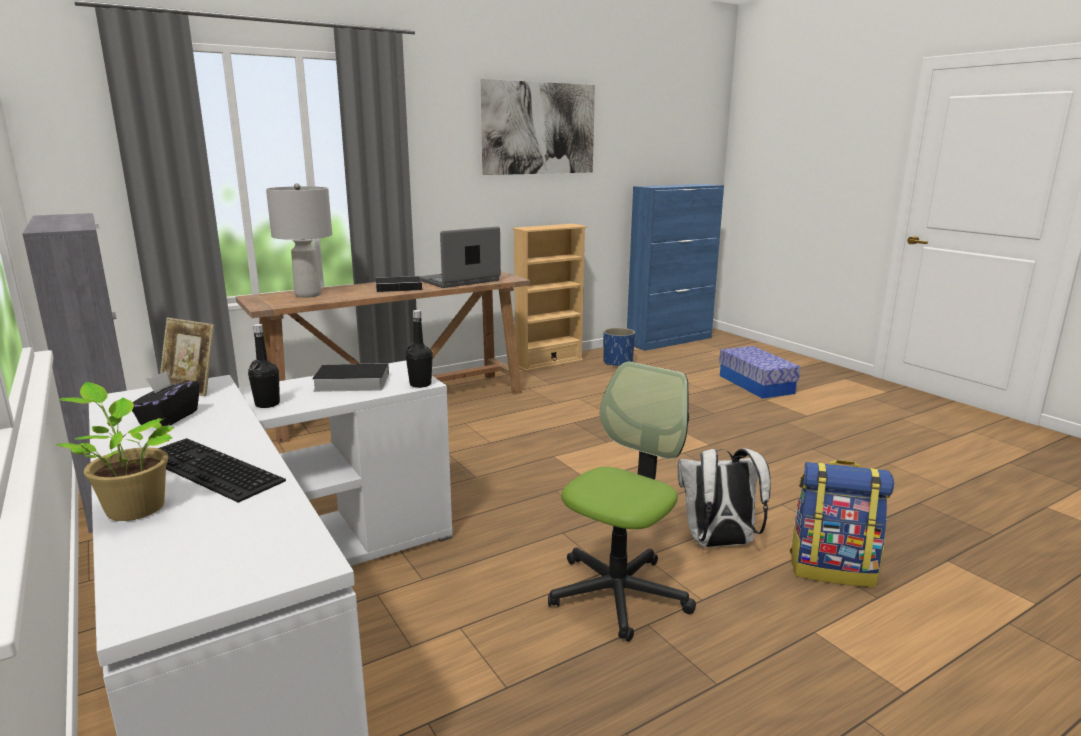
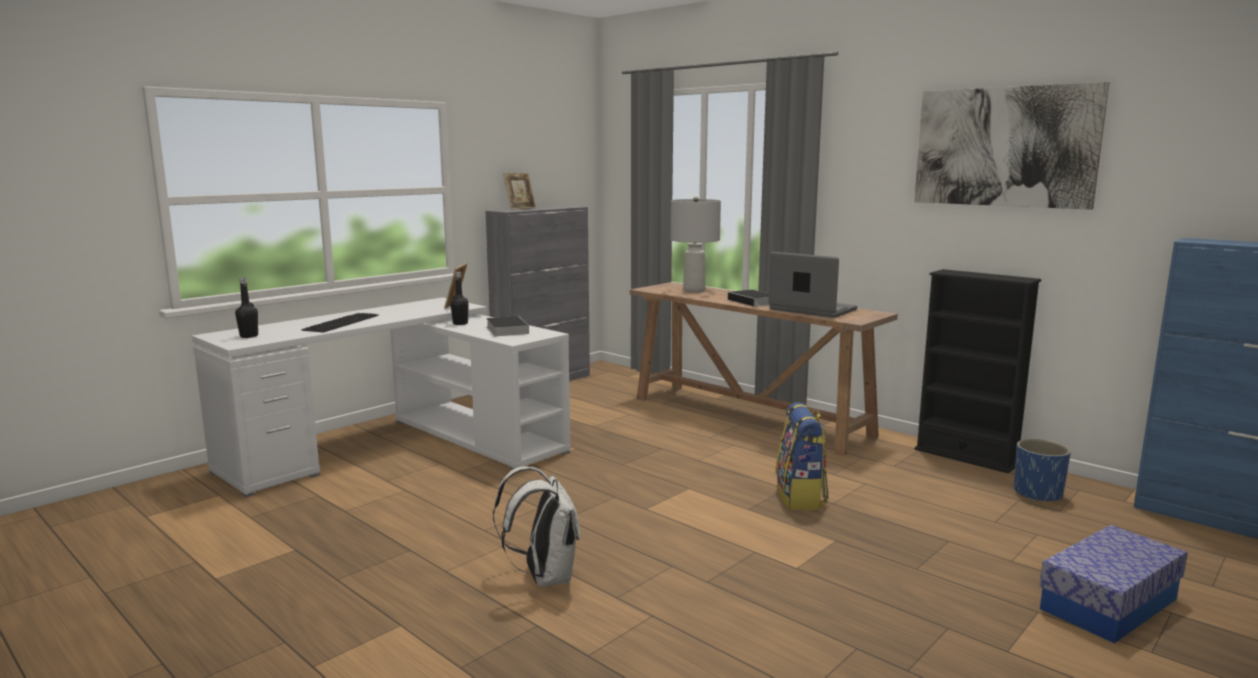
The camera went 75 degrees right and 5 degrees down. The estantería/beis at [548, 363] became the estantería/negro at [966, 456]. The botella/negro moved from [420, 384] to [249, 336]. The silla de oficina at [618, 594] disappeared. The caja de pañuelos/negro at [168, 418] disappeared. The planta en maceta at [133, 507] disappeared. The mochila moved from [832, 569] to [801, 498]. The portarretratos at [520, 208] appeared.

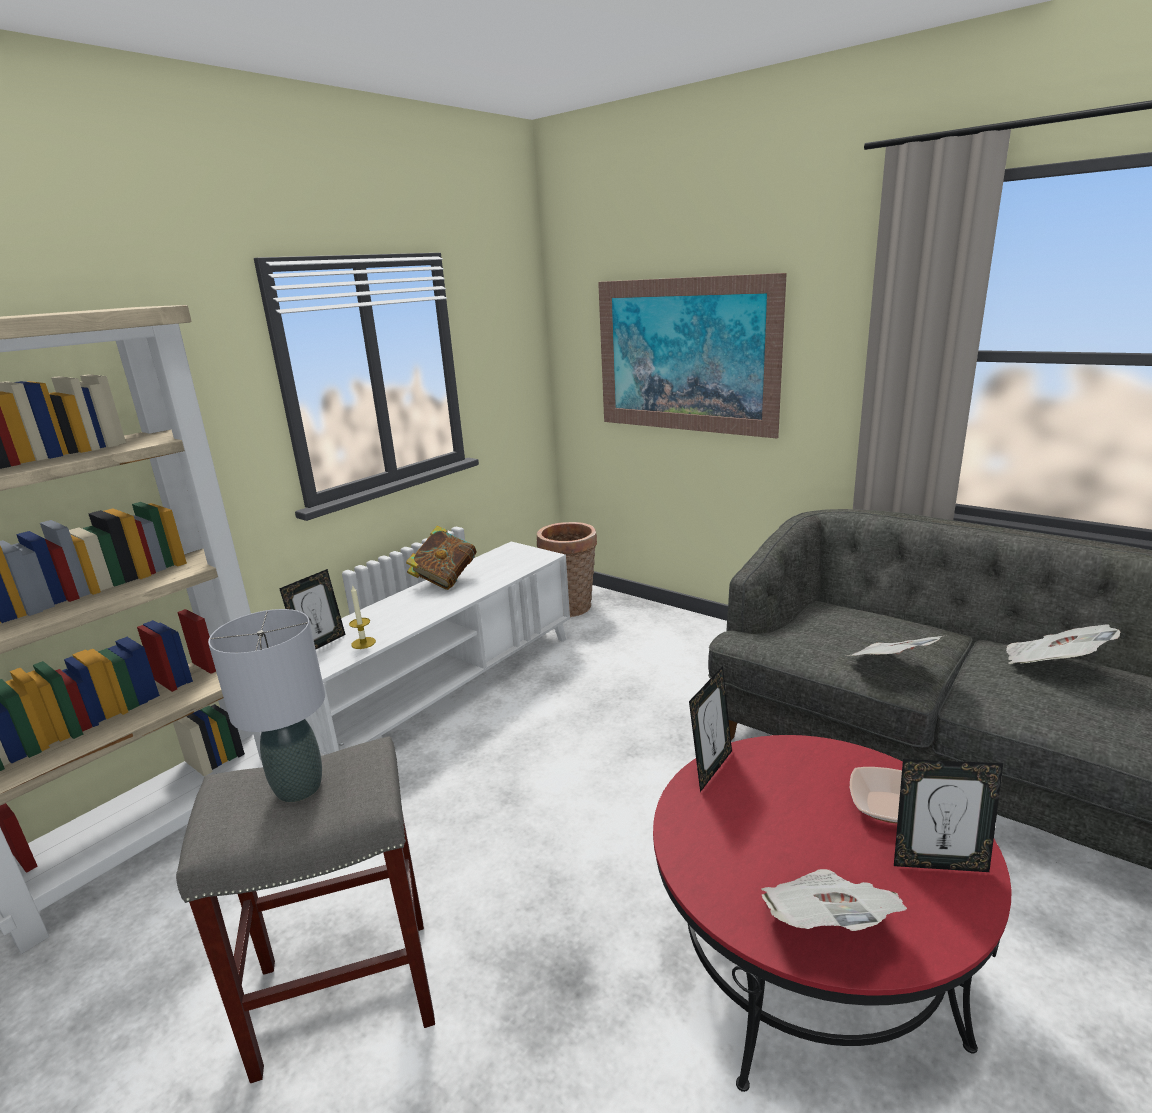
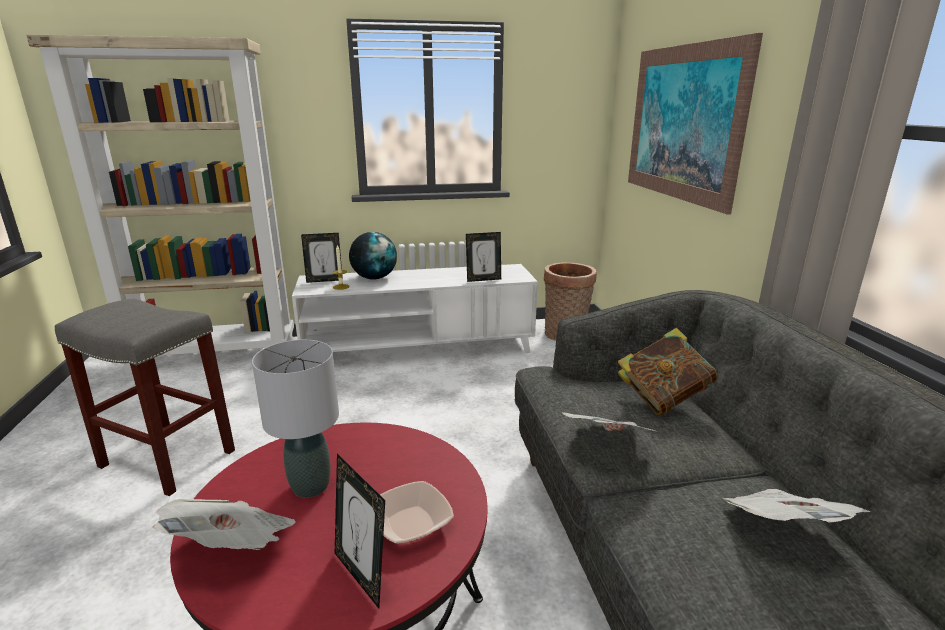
The camera went 40 degrees right and 0 degrees up. The libro moved from [445, 580] to [663, 399]. The lámpara de mesa/gris moved from [299, 788] to [310, 487]. The portarretratos moved from [711, 768] to [483, 279]. The globo terráqueo at [374, 278] appeared.

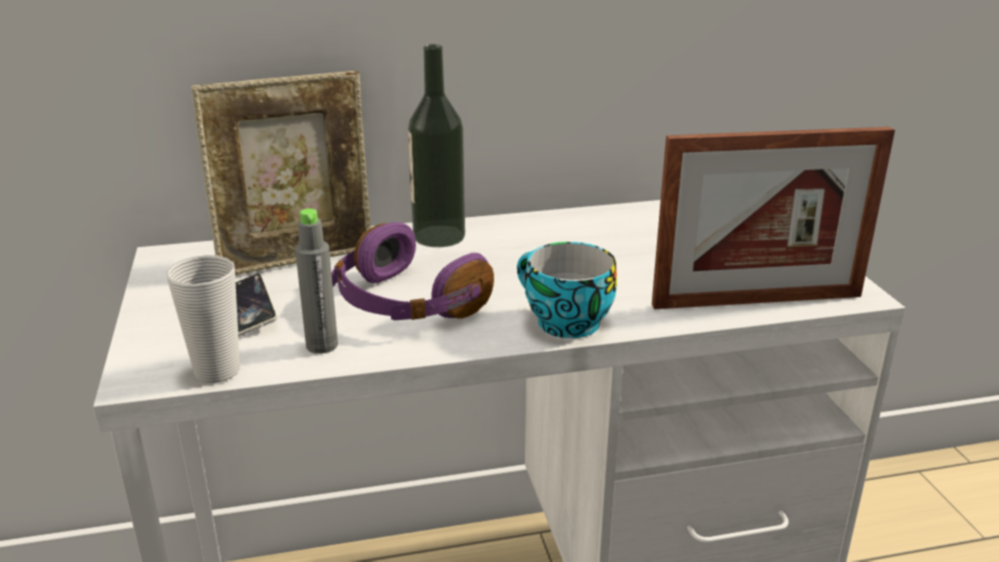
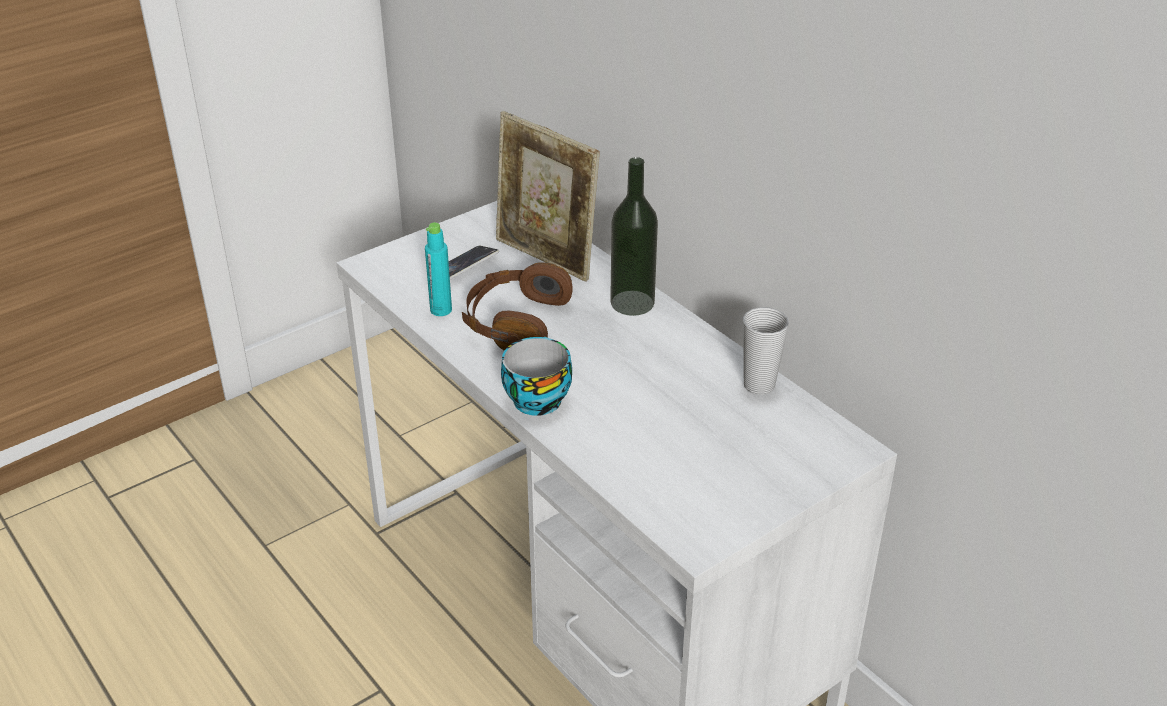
The camera went 65 degrees right and 10 degrees up. The portarretratos at [757, 300] disappeared. The botella/gris at [322, 345] became the botella/turquesa at [441, 310]. The auriculares/morado at [405, 304] became the auriculares/marrón at [515, 323]. The taza moved from [217, 371] to [759, 385].

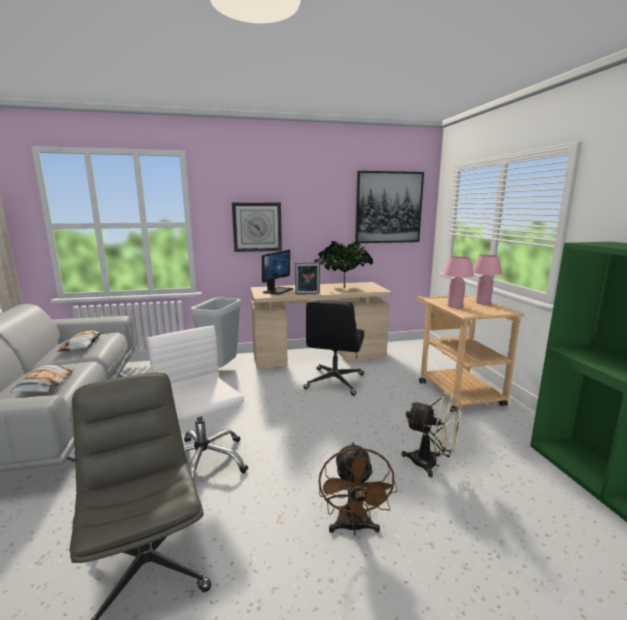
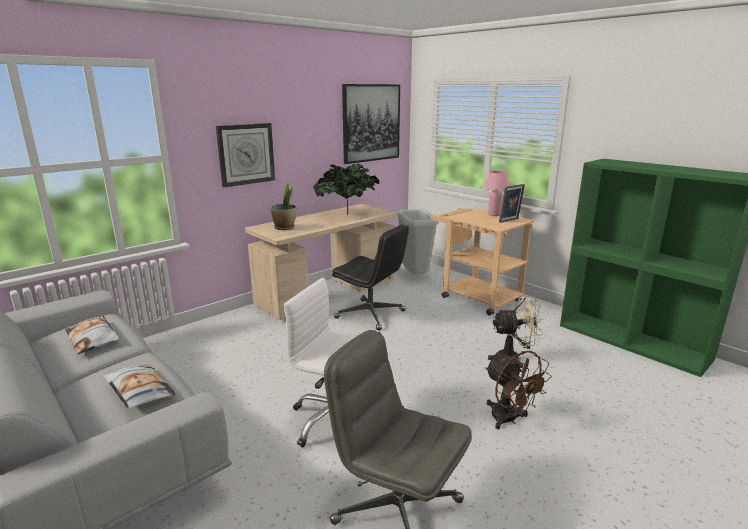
The camera went 30 degrees left and 5 degrees up. The monitor at [277, 290] was replaced by the planta en maceta at [284, 227]. The lámpara de mesa/rosa at [455, 306] disappeared. The portarretratos moved from [307, 294] to [510, 220]. The papelera/gris moved from [221, 371] to [415, 277]. The silla de oficina/negro at [334, 382] turned 45 degrees counterclockwise.

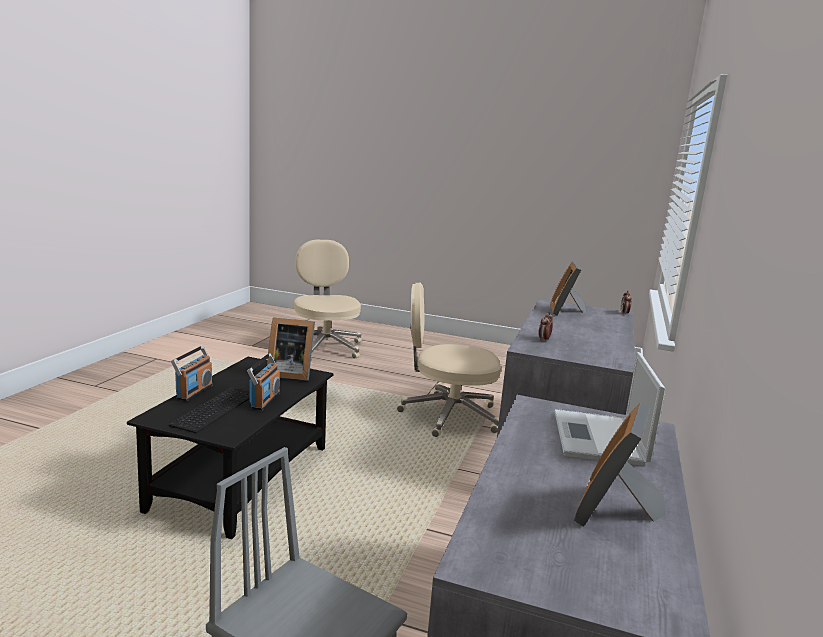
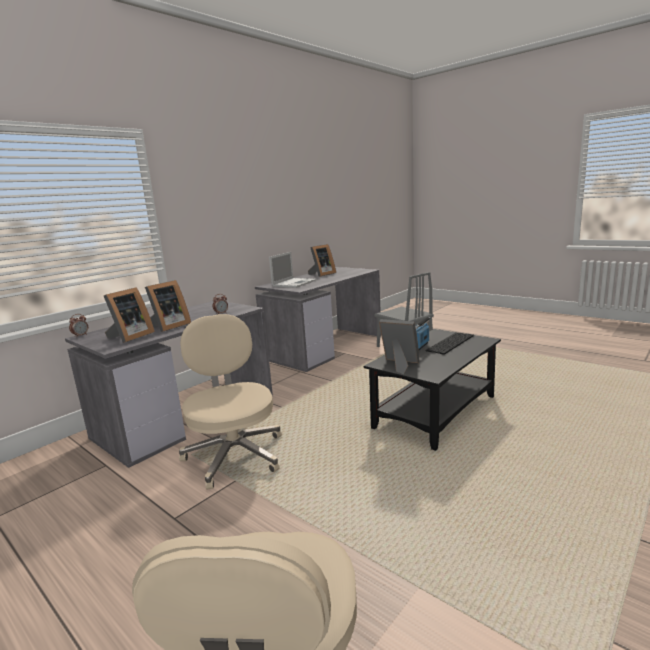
The camera went 155 degrees left and 0 degrees up. The silla de oficina/beis at [447, 415] turned 135 degrees counterclockwise. The radio at [194, 392] disappeared. The portarretratos at [168, 326] appeared.

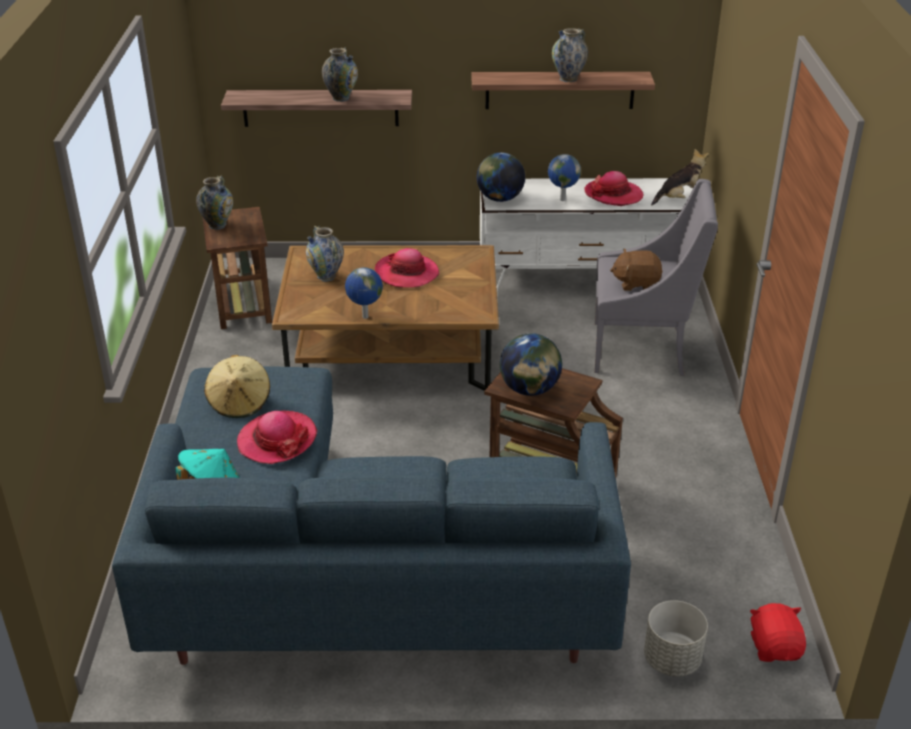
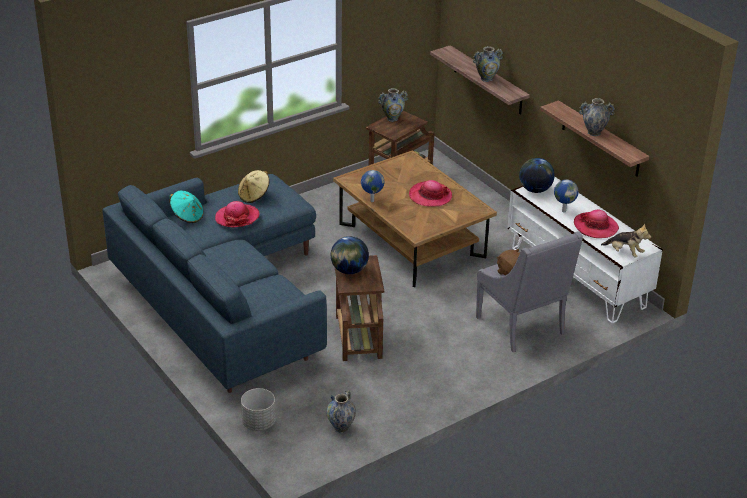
The camera went 55 degrees right and 0 degrees up. The florero moved from [326, 277] to [341, 428]. The peluche/rojo at [775, 647] disappeared.

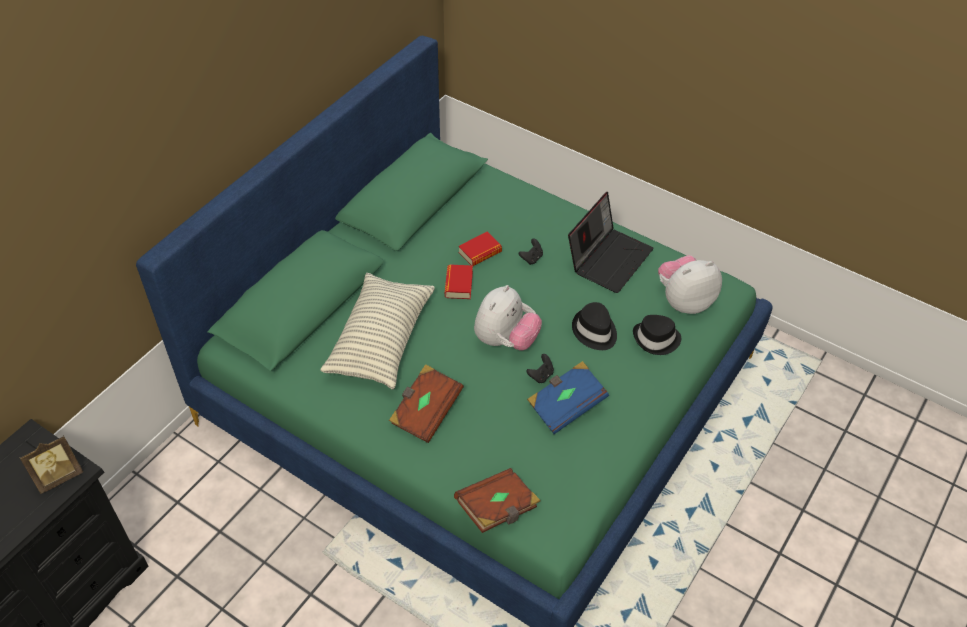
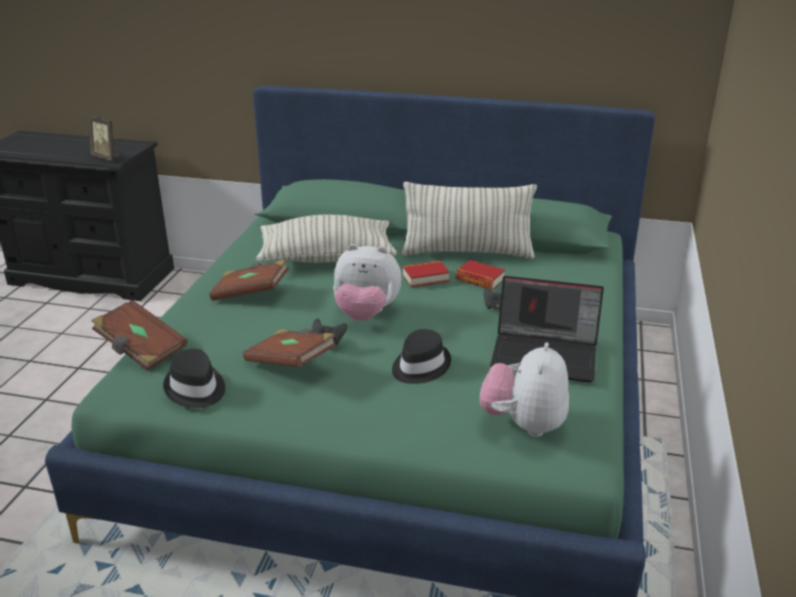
The camera went 70 degrees right and 20 degrees down. The peluche at [684, 301] turned 120 degrees counterclockwise. The sombrero/negro moved from [656, 339] to [195, 389]. The libro/azul at [566, 405] became the libro/marrón at [291, 362]. The cojín at [467, 252] appeared.

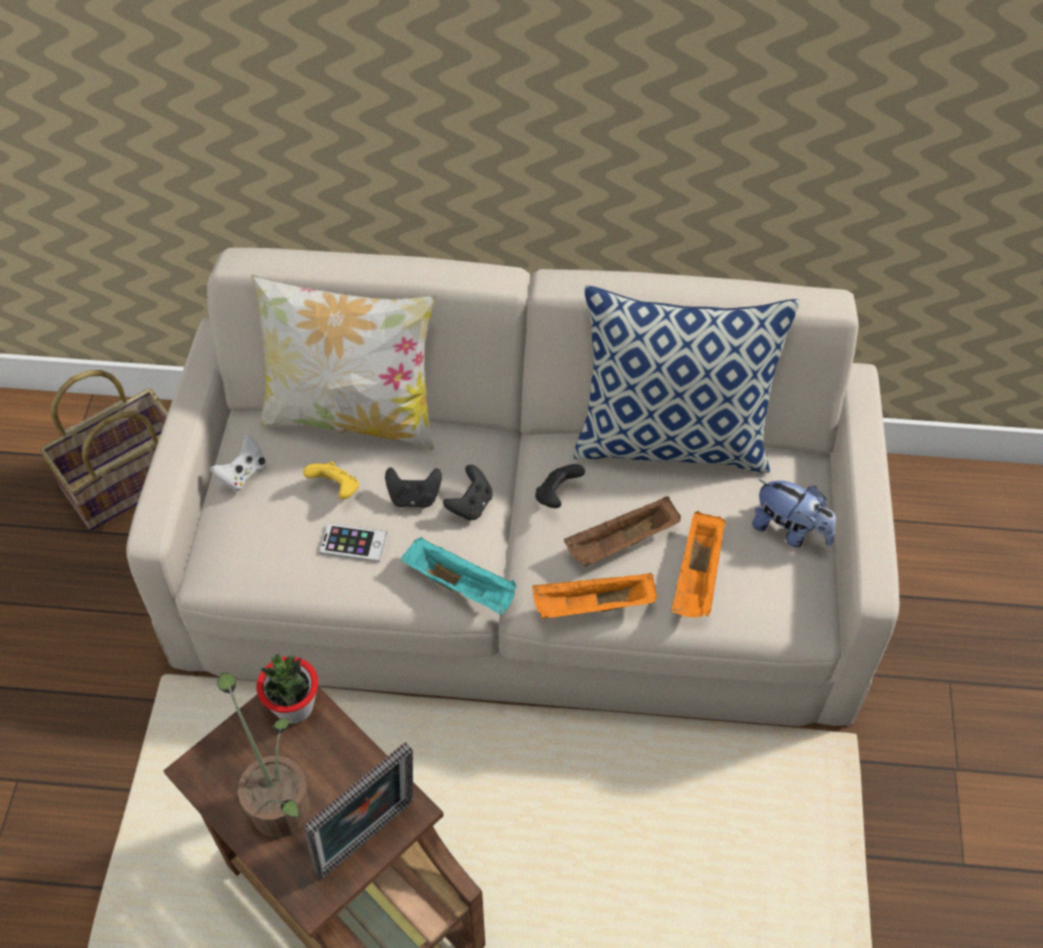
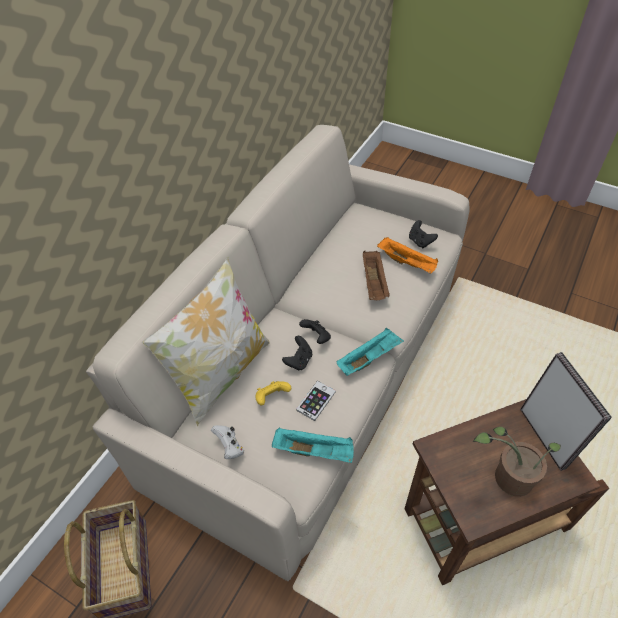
The camera went 65 degrees left and 5 degrees down. The cojín at [672, 440] disappeared. The mando de consola/negro moved from [557, 495] to [420, 241]. The peluche at [789, 530] disappeared. The bandeja/naranja at [592, 606] disappeared. The planta en maceta at [294, 707] disappeared. The bandeja/turquesa at [314, 451] appeared.

